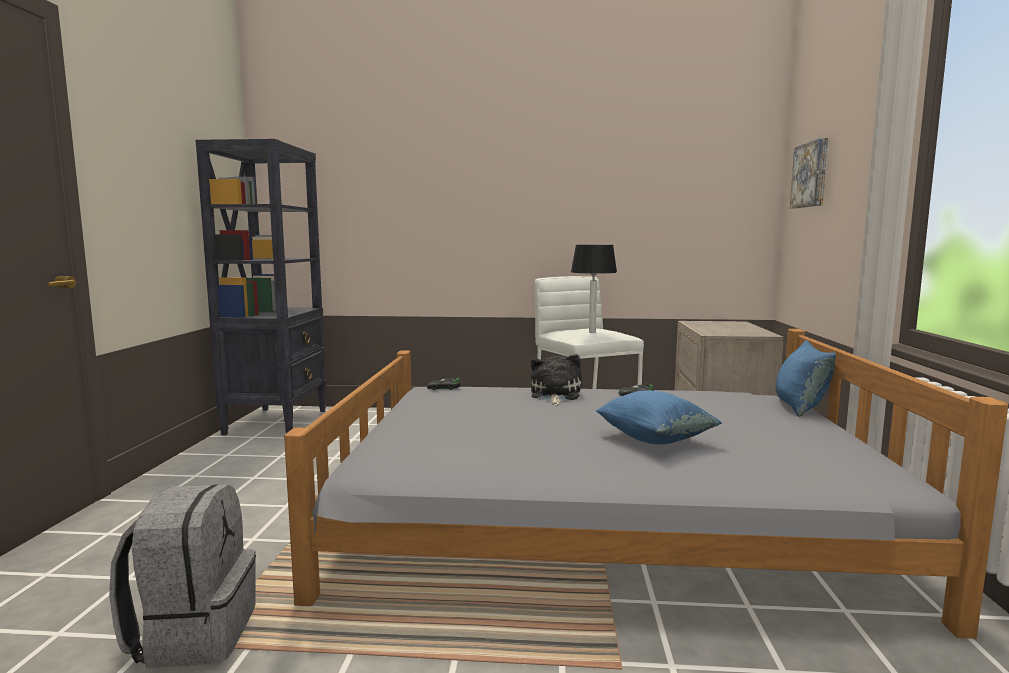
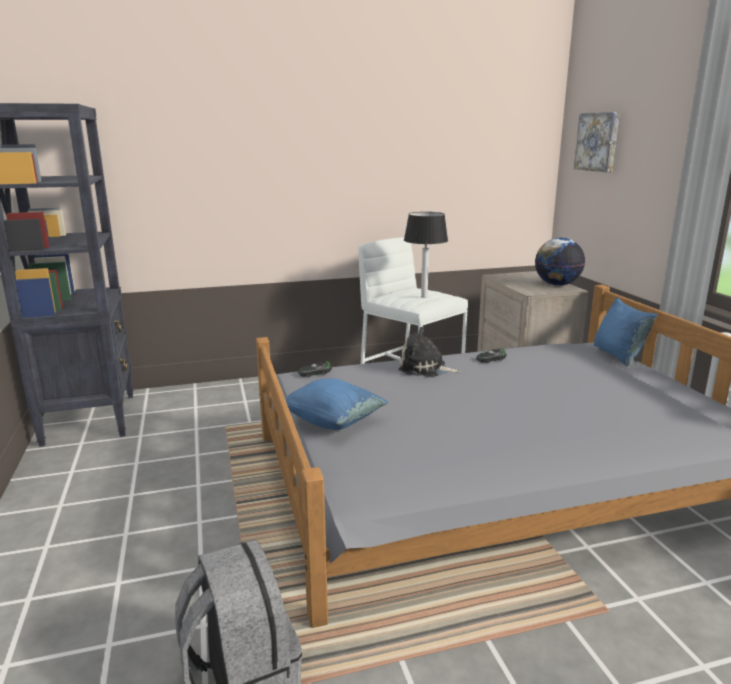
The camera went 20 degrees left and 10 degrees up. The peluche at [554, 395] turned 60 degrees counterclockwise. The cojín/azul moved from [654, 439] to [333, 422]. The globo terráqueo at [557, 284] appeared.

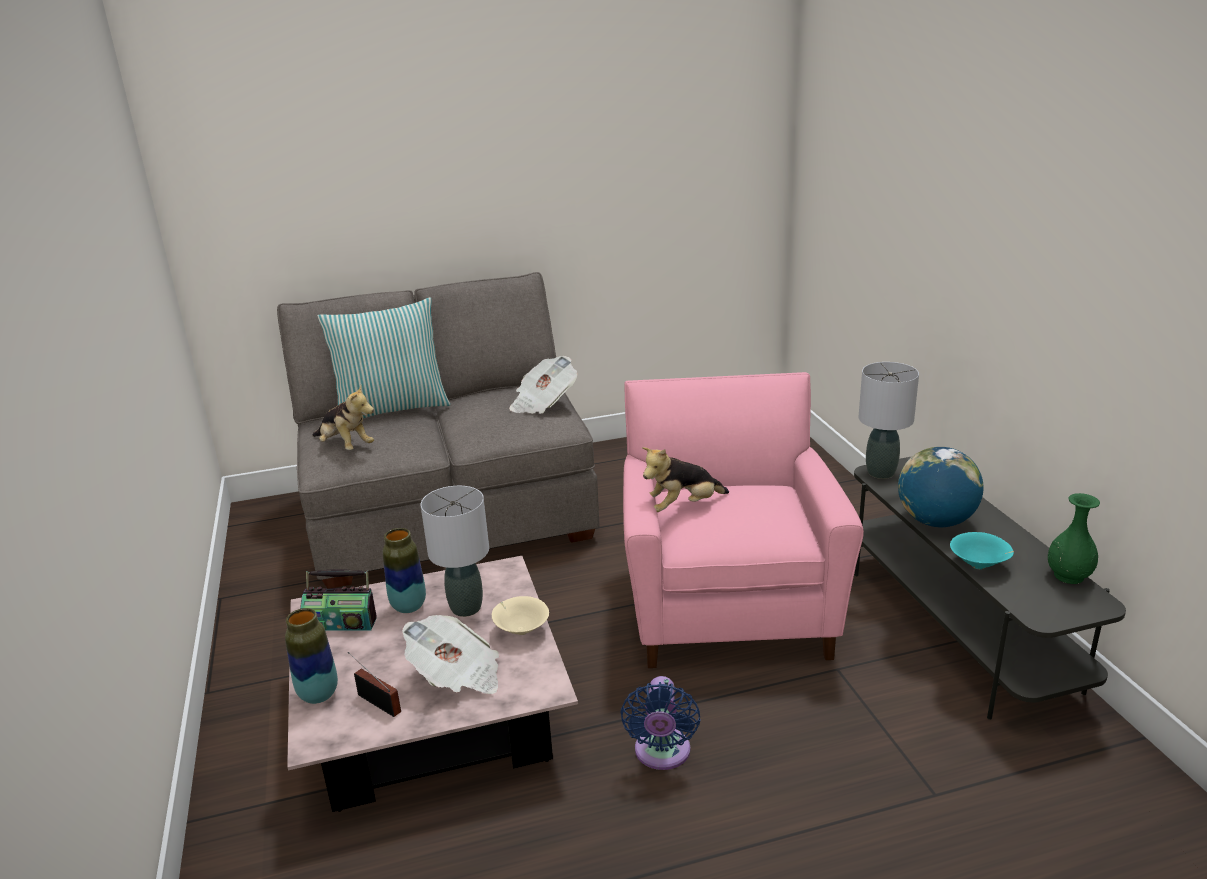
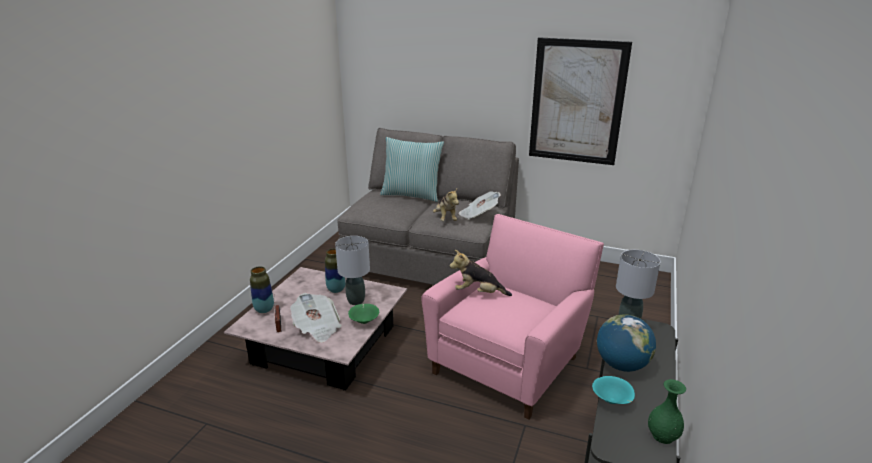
The camera went 35 degrees right and 0 degrees up. The peluche moved from [345, 446] to [445, 218]. The radio at [341, 623] disappeared. The cuenco/beis at [521, 630] became the cuenco/verde at [364, 321]. The ventilador/azul at [662, 754] disappeared. The cuadro at [577, 102] appeared.

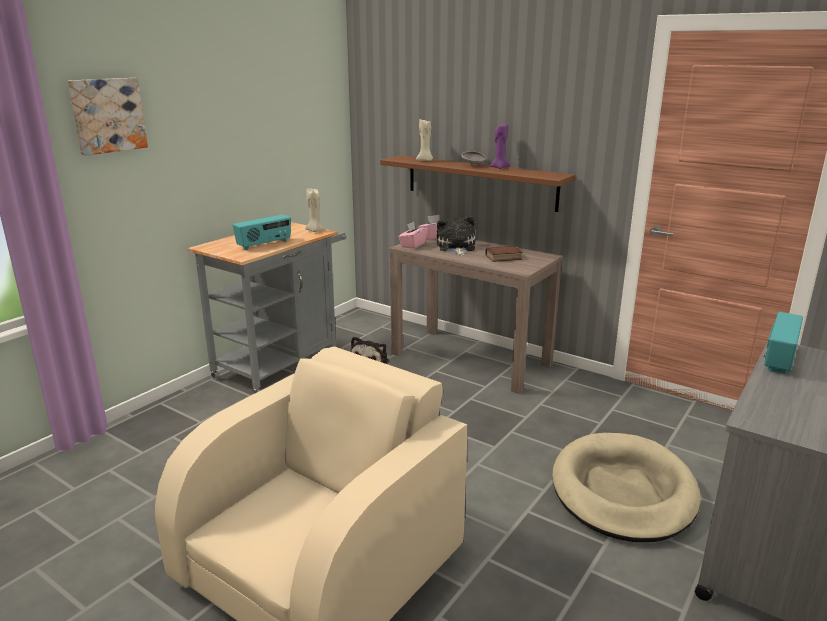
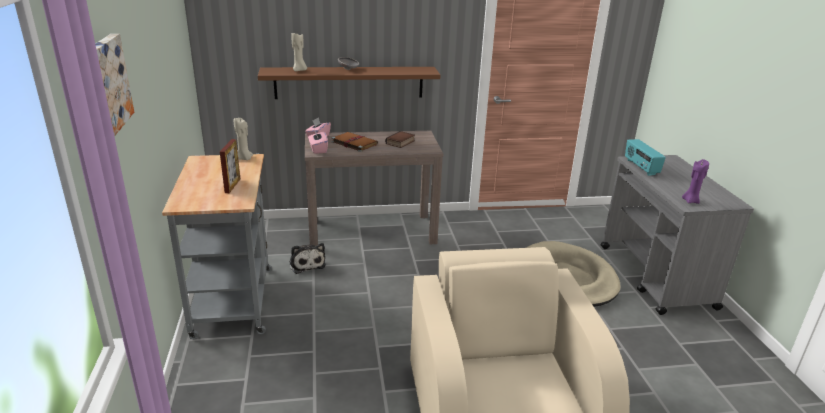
The camera went 45 degrees left and 5 degrees up. The vela/morado moved from [499, 167] to [690, 201]. The radio at [264, 245] was replaced by the portarretratos at [232, 185]. The peluche at [456, 248] was replaced by the libro/marrón at [353, 143].

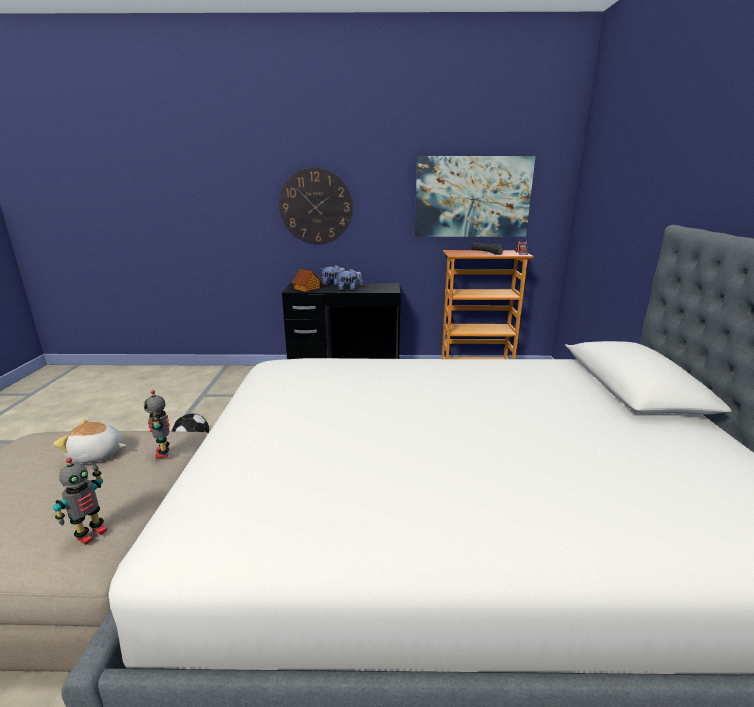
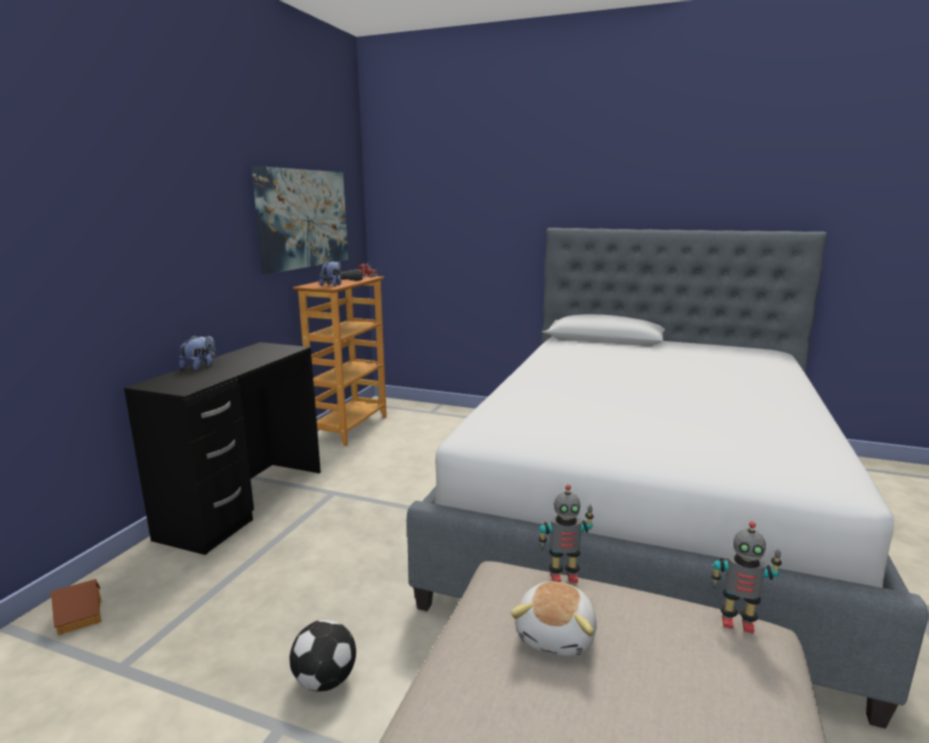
The camera went 70 degrees left and 5 degrees down. The reloj de pared at [316, 206] disappeared. The casita moved from [307, 288] to [81, 617]. The peluche moved from [349, 289] to [332, 285]. The robot de juguete at [91, 534] turned 150 degrees clockwise.

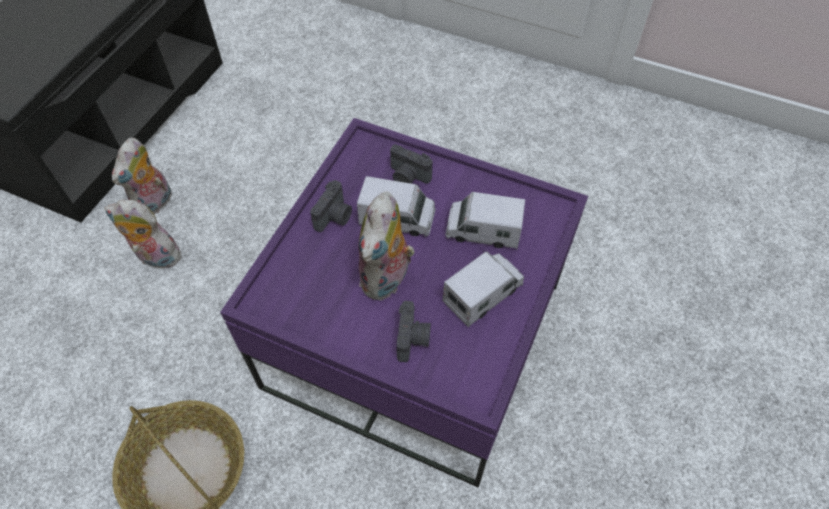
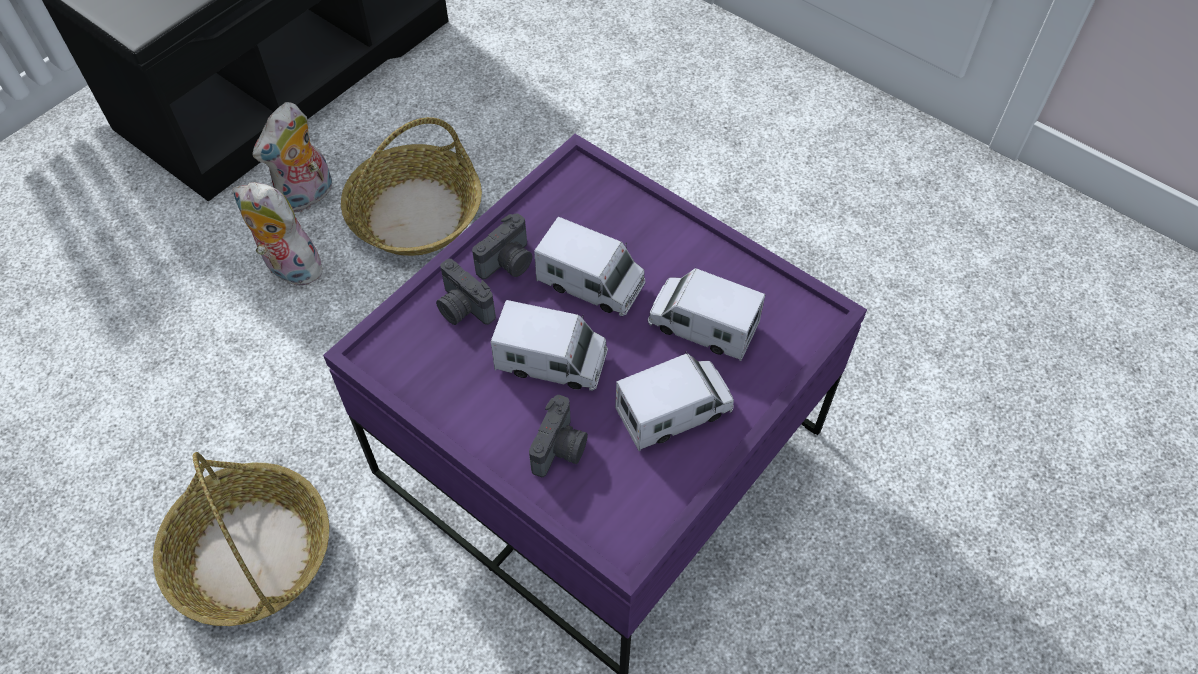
The camera went 15 degrees right and 0 degrees up. The cámara moved from [408, 177] to [462, 309]. The peluche at [387, 279] was replaced by the camión de juguete at [551, 362]. The cesta at [416, 214] appeared.

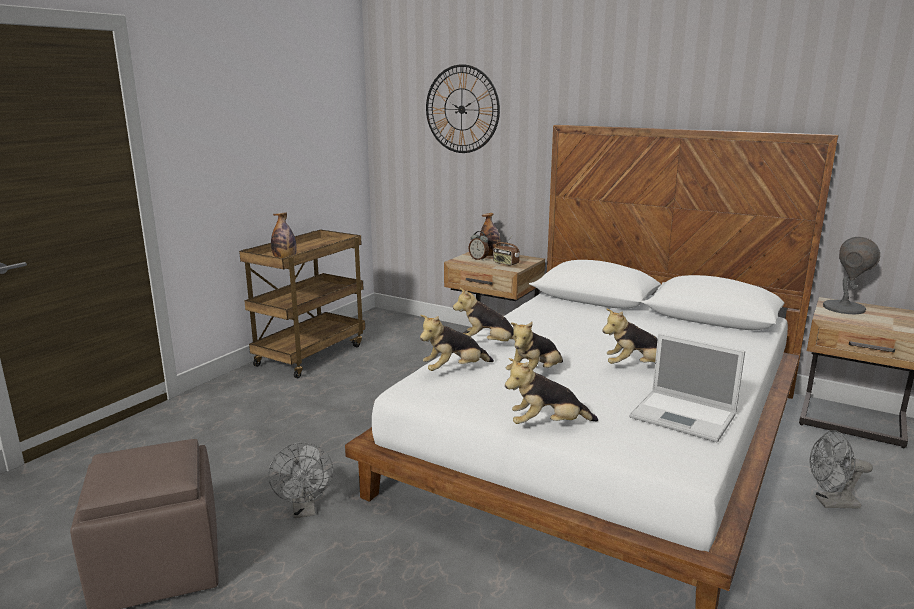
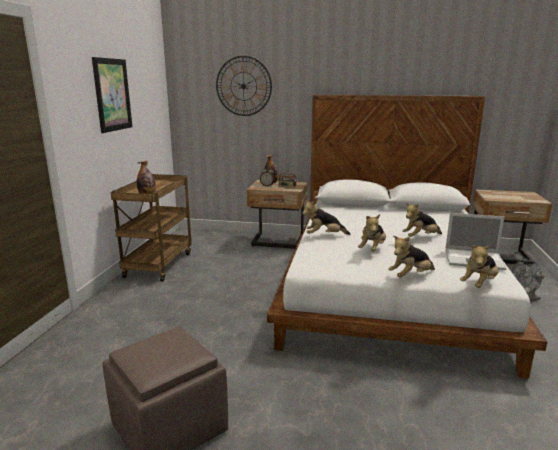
The camera went 20 degrees left and 0 degrees up. The lámpara de mesa/gris at [843, 308] disappeared. The peluche moved from [454, 370] to [479, 284]. The ventilador/gris at [305, 510] disappeared. The cuadro at [112, 95] appeared.

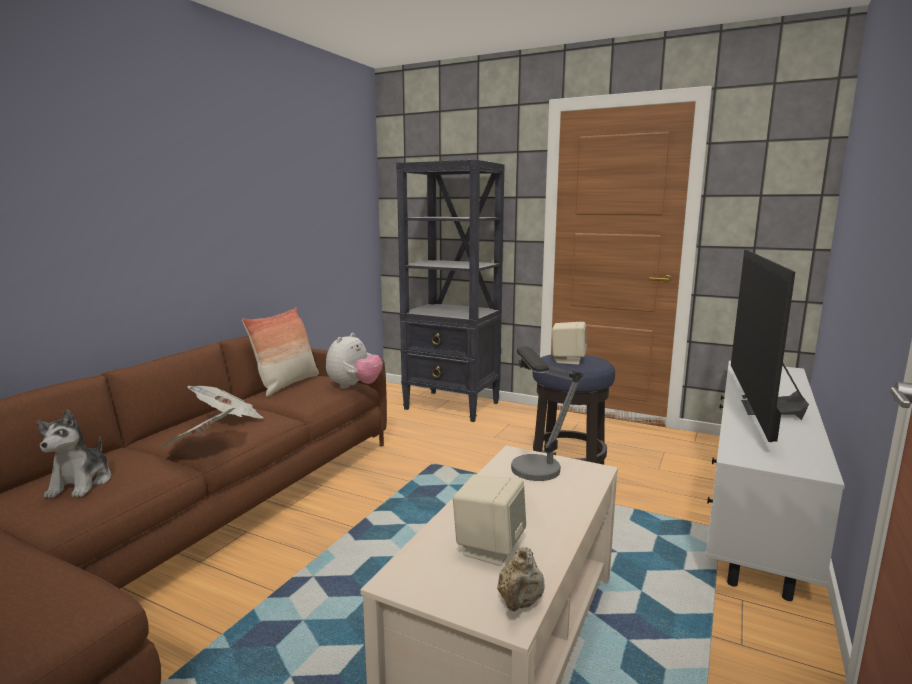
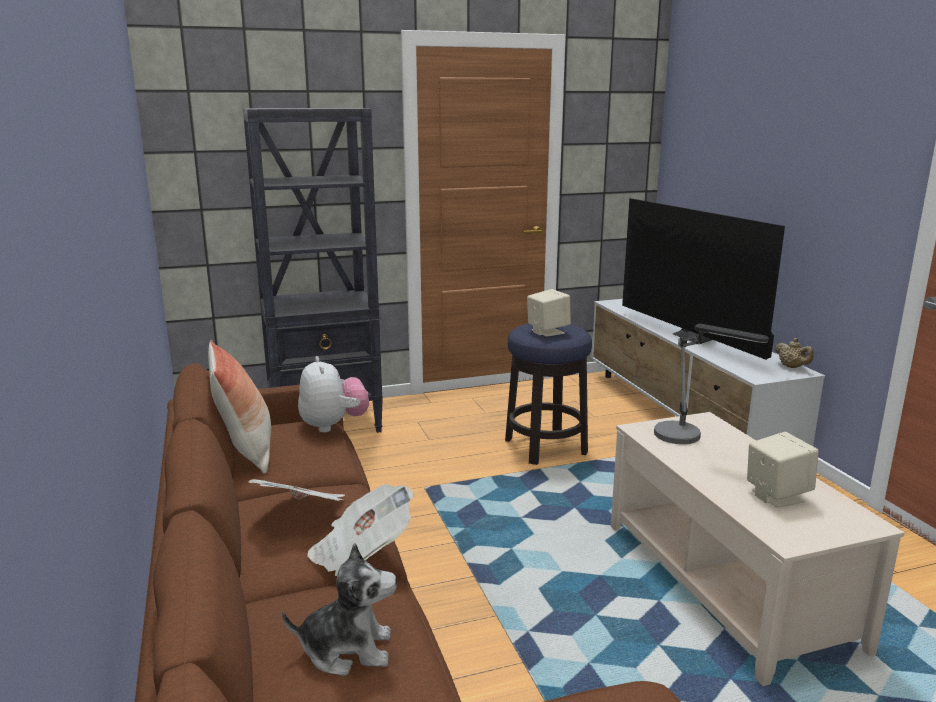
The camera went 45 degrees left and 5 degrees up. The peluche at [81, 483] turned 45 degrees counterclockwise. The tetera/beis moved from [520, 602] to [792, 367].

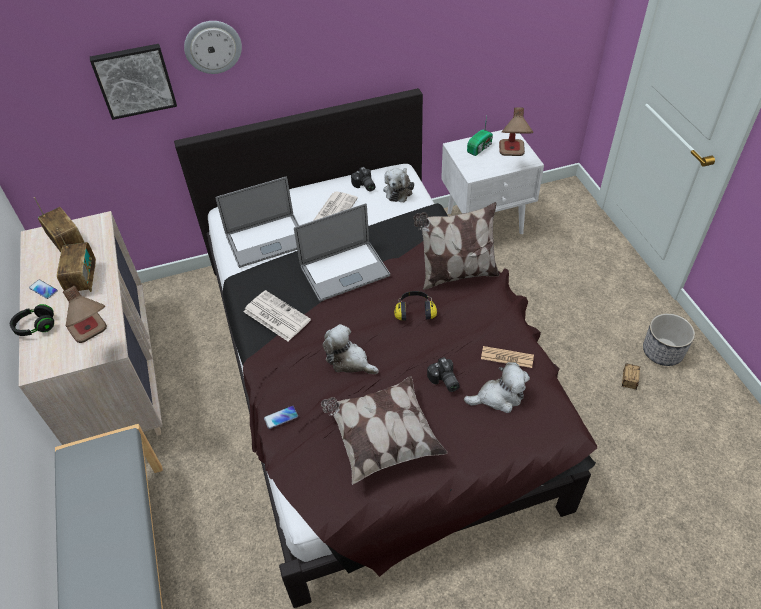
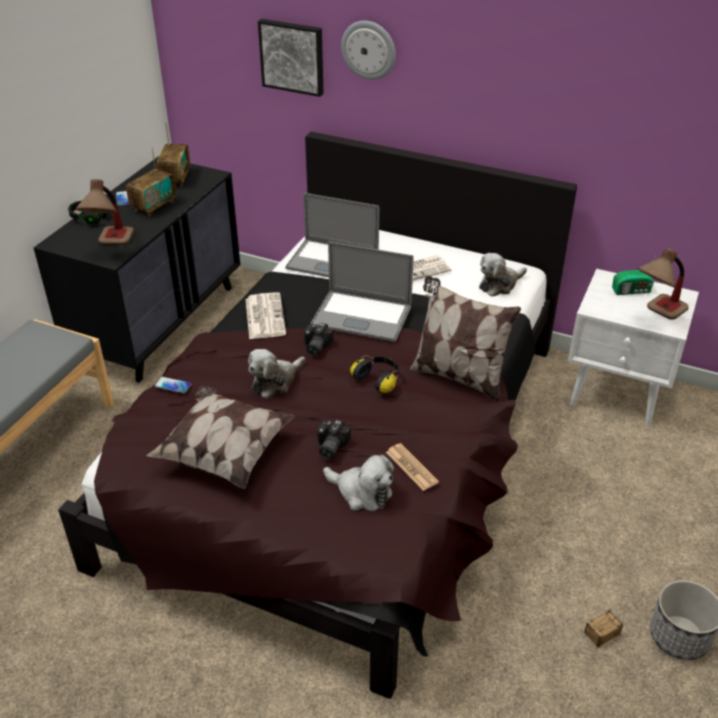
The camera went 40 degrees right and 10 degrees down. The cámara moved from [364, 186] to [315, 347]. The cómoda/beis at [116, 375] became the cómoda/negro at [159, 322]. The peluche at [349, 360] turned 120 degrees counterclockwise.

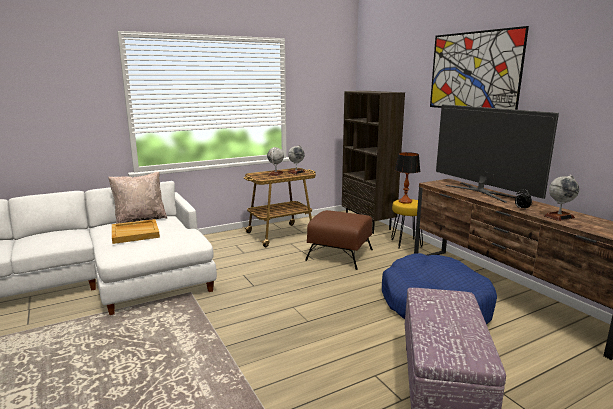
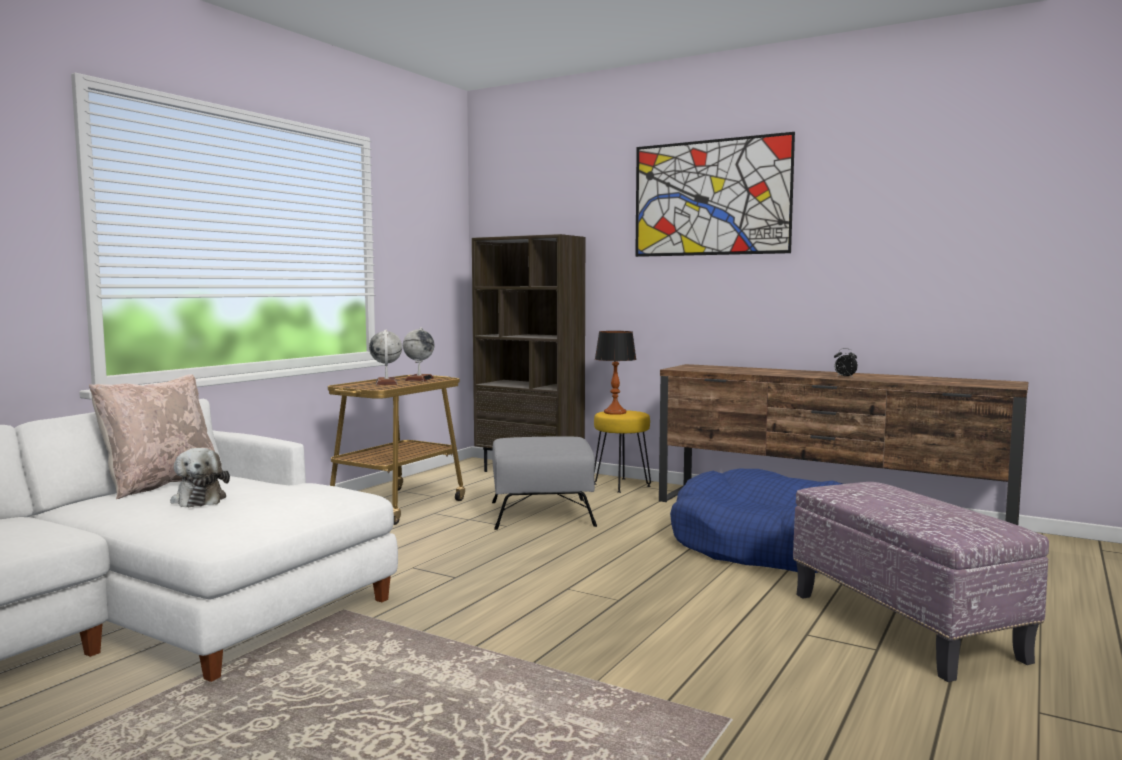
The camera went 30 degrees left and 10 degrees down. The televisor at [482, 192] disappeared. The globo terráqueo at [559, 217] disappeared. The puf/marrón at [340, 255] became the puf/gris at [542, 514]. The bandeja/beis at [136, 233] was replaced by the peluche at [199, 499].

